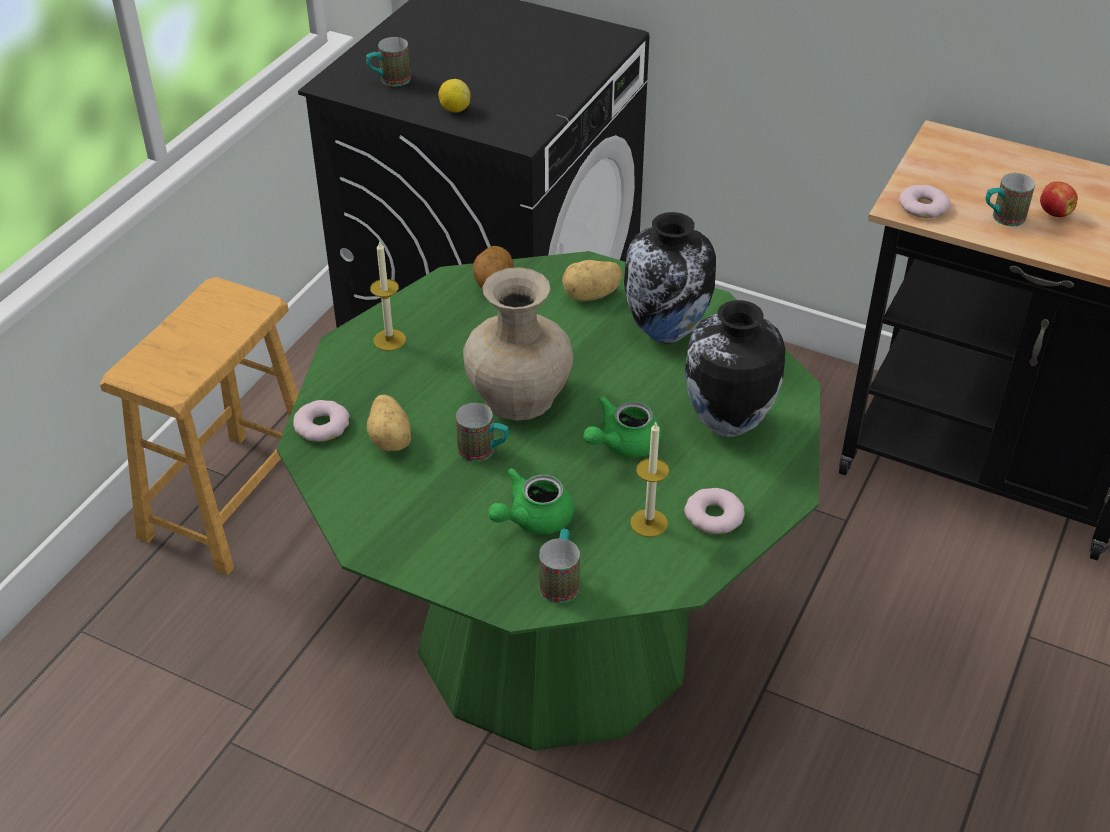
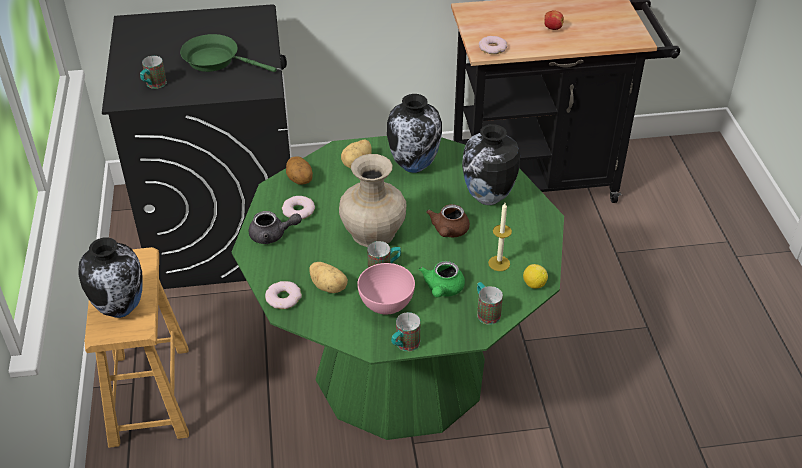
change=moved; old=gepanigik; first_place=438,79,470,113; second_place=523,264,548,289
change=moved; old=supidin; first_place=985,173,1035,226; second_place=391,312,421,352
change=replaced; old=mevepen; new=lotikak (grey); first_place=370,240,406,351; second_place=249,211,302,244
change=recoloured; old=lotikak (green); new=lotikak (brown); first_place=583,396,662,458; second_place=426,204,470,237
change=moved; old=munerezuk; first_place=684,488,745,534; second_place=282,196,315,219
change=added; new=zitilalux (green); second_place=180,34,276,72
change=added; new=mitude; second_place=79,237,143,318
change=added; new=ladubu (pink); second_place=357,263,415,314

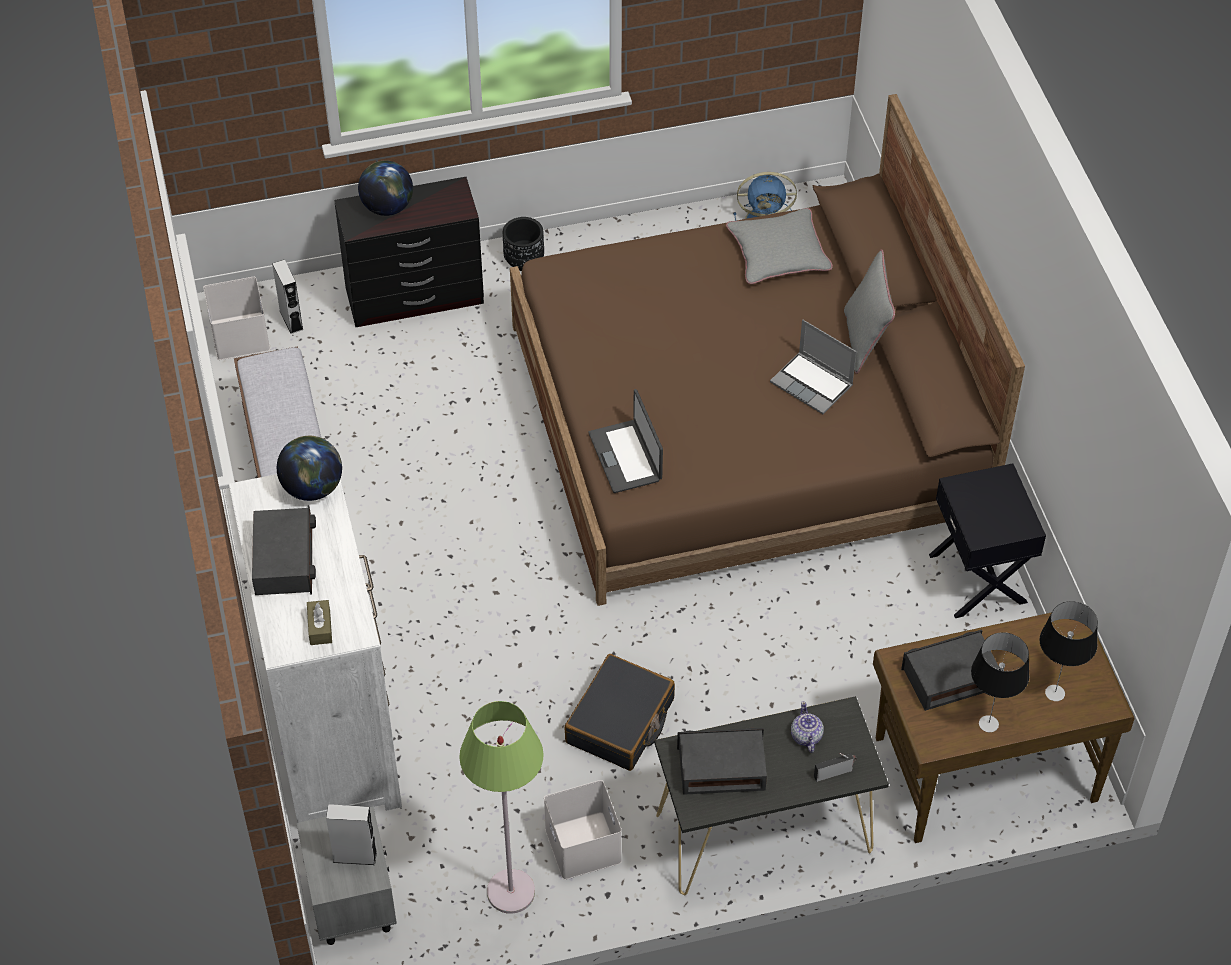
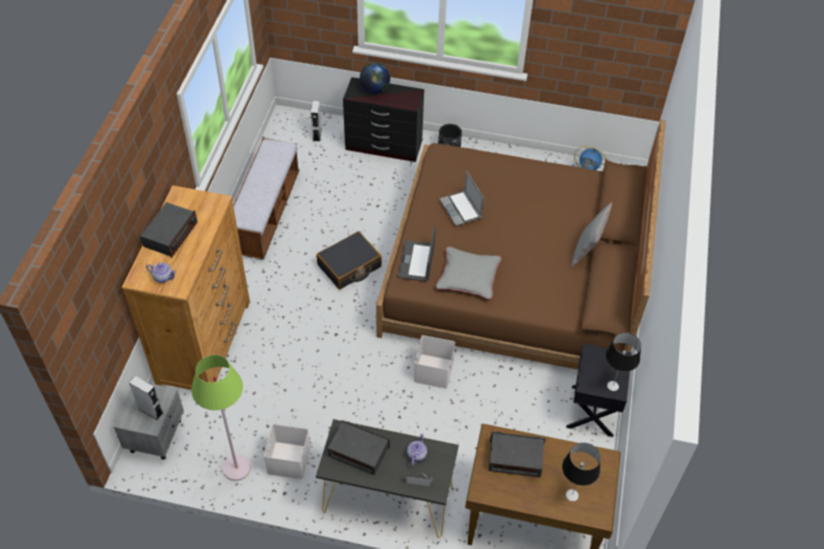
change=moved; old=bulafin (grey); first_place=726,208,833,284; second_place=436,247,501,299
change=moved; old=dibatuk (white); first_place=203,277,270,360; second_place=414,335,455,389
change=moved; old=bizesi; first_place=770,320,857,414; second_place=439,171,484,226
change=removed; old=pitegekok; first_place=277,436,342,501
change=recoloured; old=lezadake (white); new=lezadake (brown); first_place=229,474,402,823; second_place=122,185,250,390
change=replaced; old=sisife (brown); new=lotikak; first_place=307,600,332,645; second_place=146,263,176,283
change=moved; old=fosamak; first_place=971,632,1029,732; second_place=606,333,641,391
change=moved; old=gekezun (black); first_place=564,654,675,771; second_place=316,231,382,289

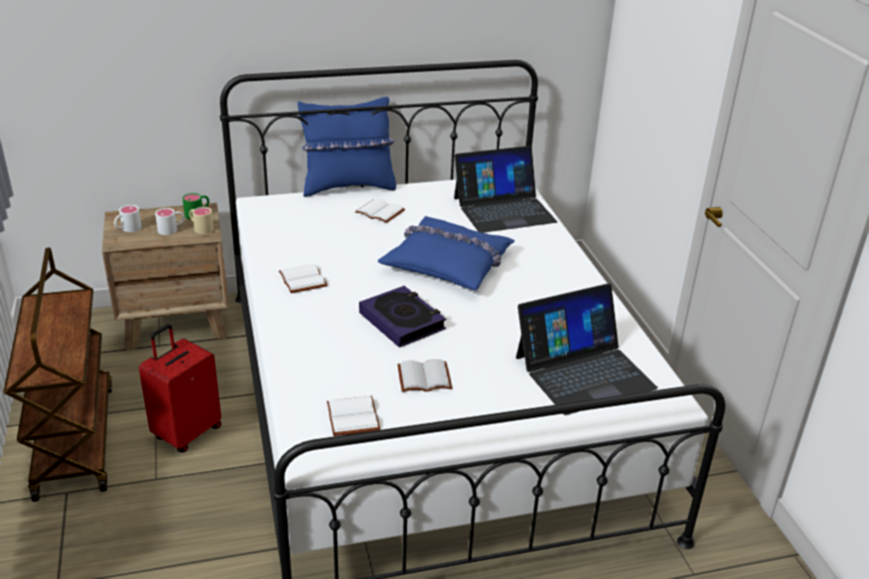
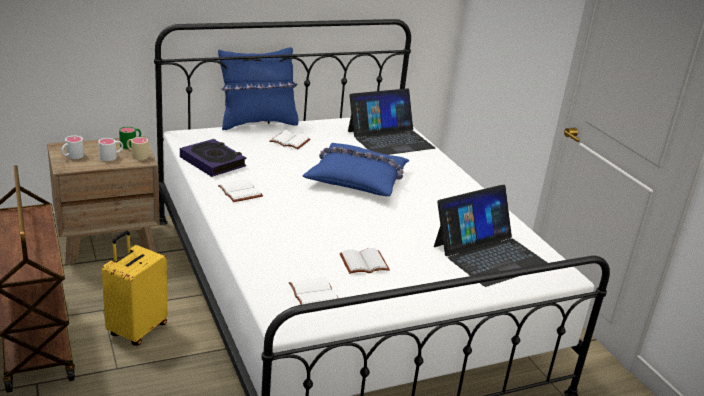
change=moved; old=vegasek; first_place=359,286,446,348; second_place=180,139,247,177
change=recoloured; old=gekezun (red); new=gekezun (yellow); first_place=139,324,221,453; second_place=102,231,168,346

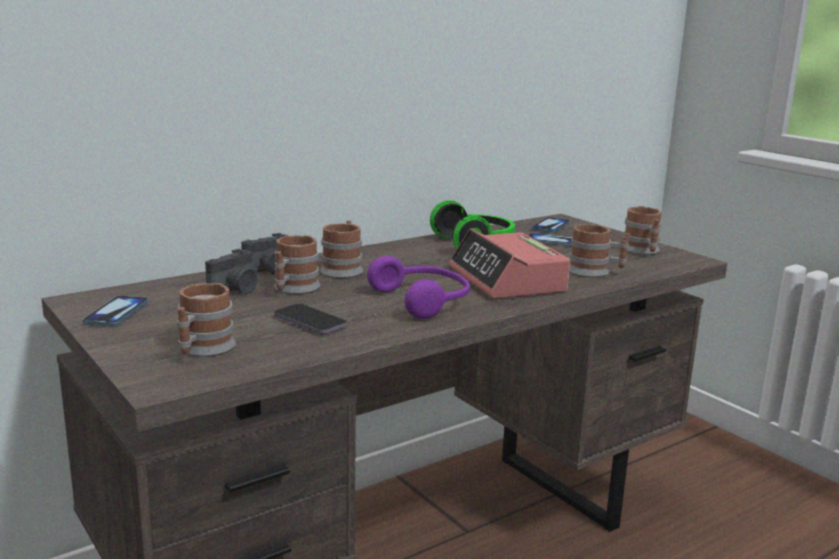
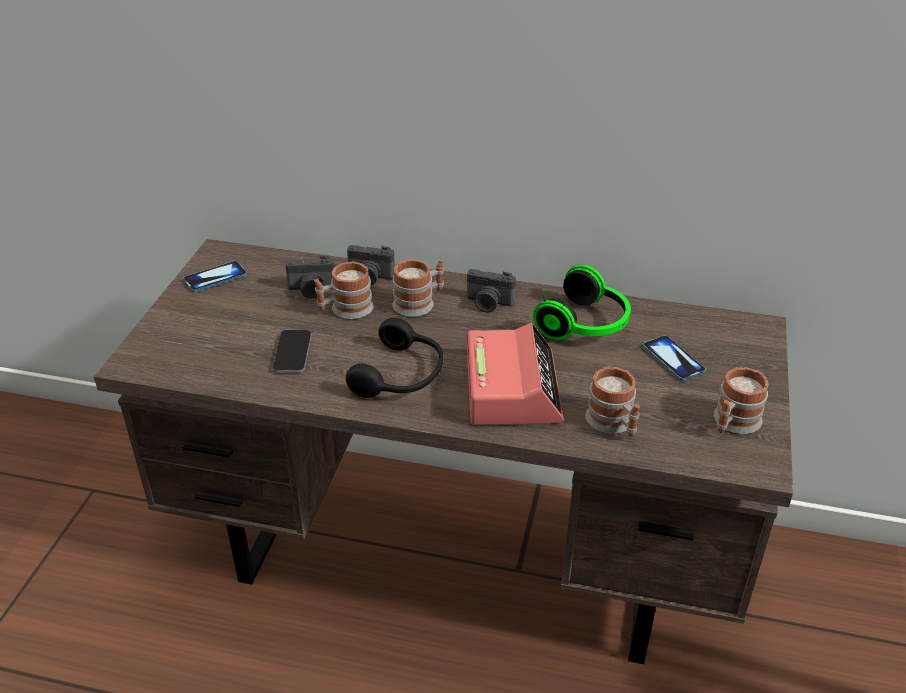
change=removed; old=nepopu; first_place=531,217,570,233
change=turned; old=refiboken; first_place=449,229,570,299; second_place=467,323,564,425; degrees=150
change=recoloured; old=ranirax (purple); new=ranirax (black); first_place=367,256,470,319; second_place=346,318,443,398
change=removed; old=supidin; first_place=177,283,236,357
change=added; new=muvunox; second_place=467,269,516,312

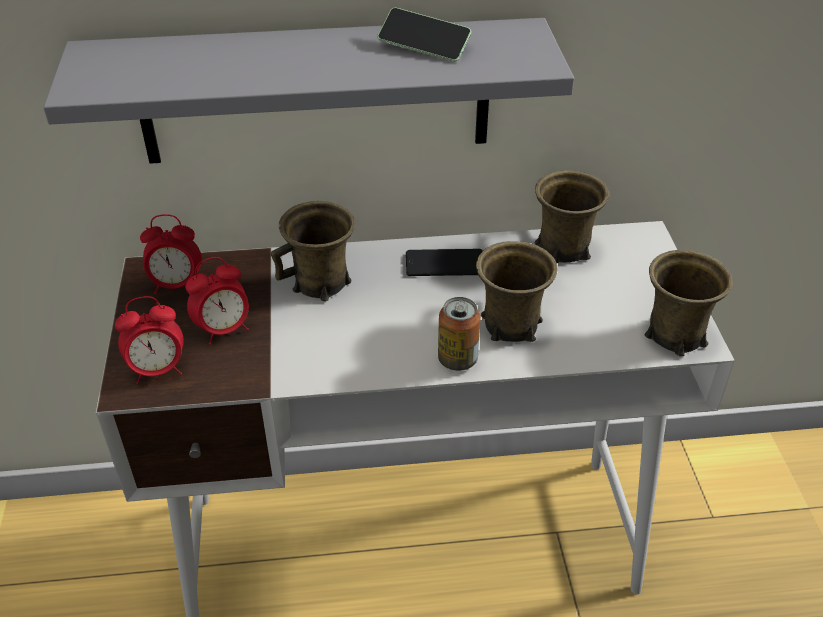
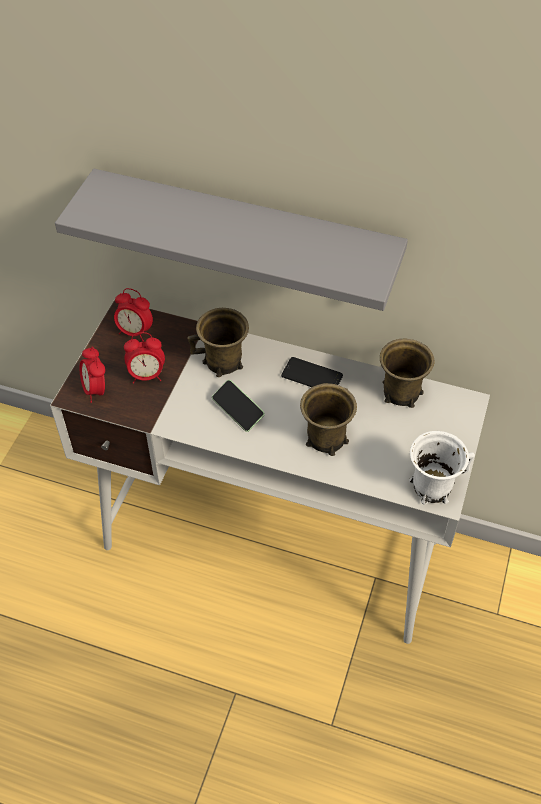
change=moved; old=nepopu; first_place=377,8,471,62; second_place=212,380,265,432
change=recoloured; old=supidin (brown); new=supidin (white); first_place=644,250,733,356; second_place=409,431,475,505
change=turned; old=refiboken; first_place=115,296,184,385; second_place=79,347,105,403; degrees=60
change=removed; old=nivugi; first_place=438,297,481,371

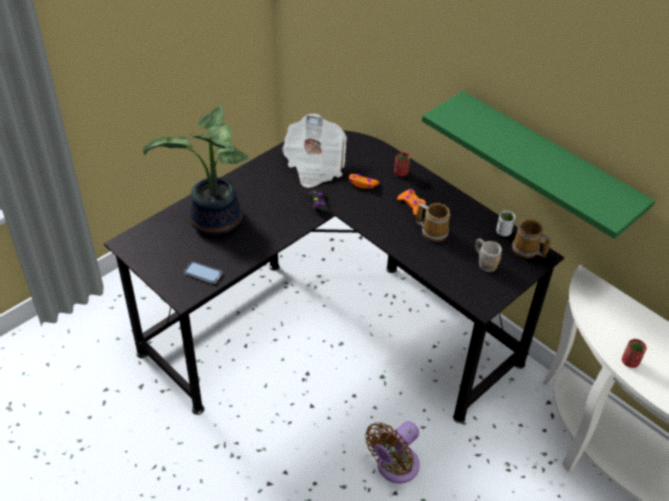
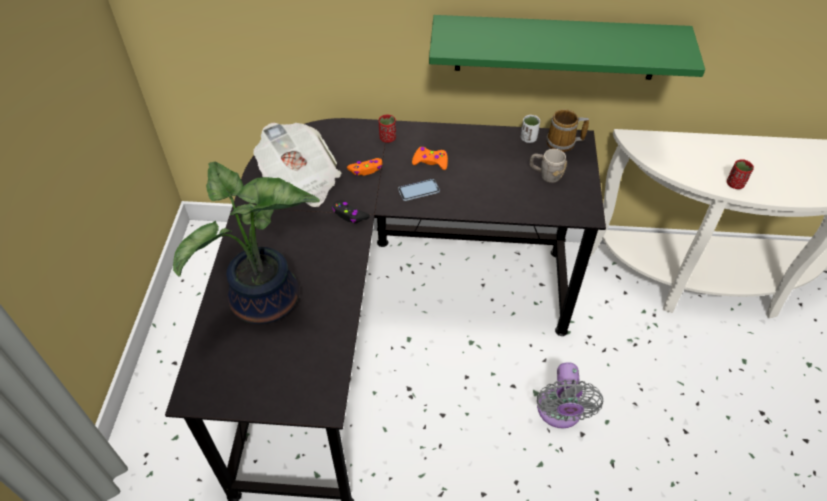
change=removed; old=supidin; first_place=417,203,450,242
change=moved; old=nepopu; first_place=184,261,222,284; second_place=398,179,440,201
change=recoloured; old=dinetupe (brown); new=dinetupe (grey); first_place=365,421,420,483; second_place=537,362,603,429

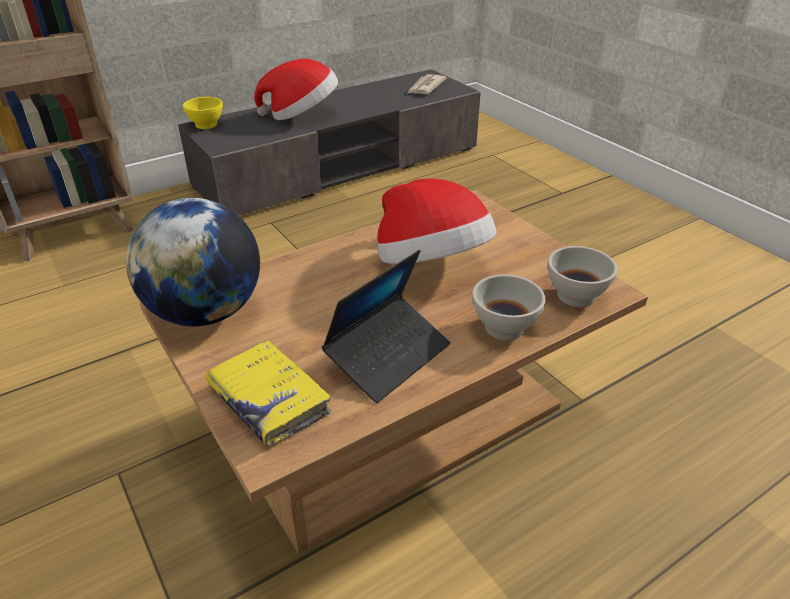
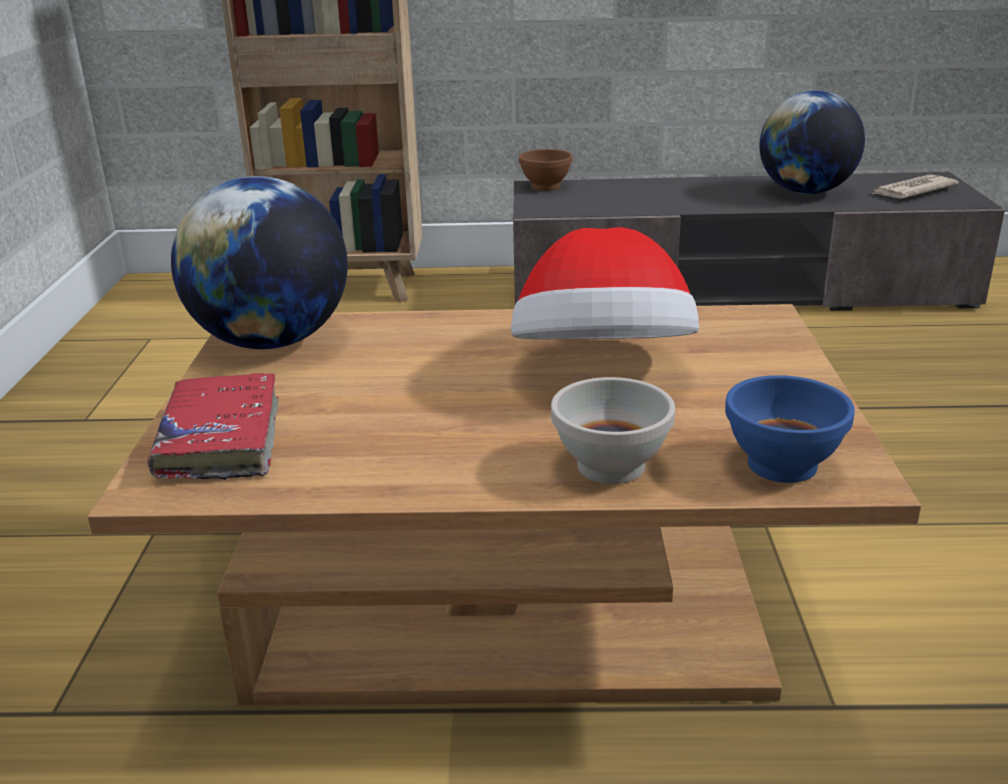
change=removed; old=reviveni; first_place=254,59,338,120
change=recoloured; old=ladubu (yellow); new=ladubu (brown); first_place=183,97,223,129; second_place=519,149,573,191
change=recoloured; old=ladubu (white); new=ladubu (blue); first_place=547,246,617,307; second_place=725,375,855,483
change=removed; old=bizesi; first_place=322,250,450,403
change=recoloured; old=vegasek (yellow); new=vegasek (red); first_place=206,340,331,446; second_place=148,373,278,480
change=added; new=pitegekok; second_place=760,90,865,194

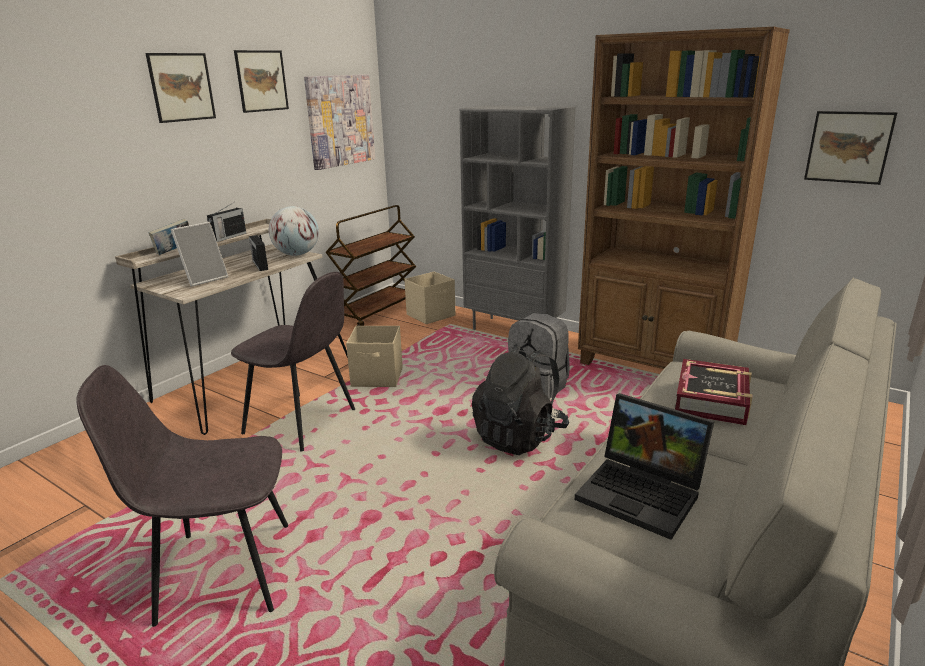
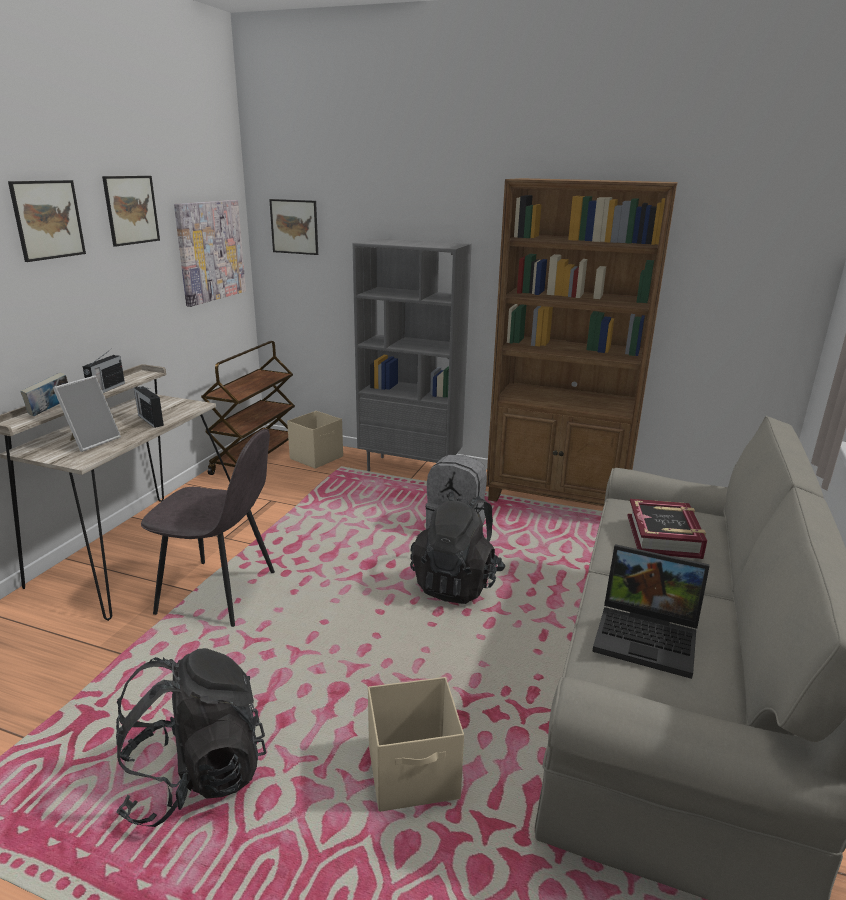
change=moved; old=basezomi; first_place=804,111,897,185; second_place=269,199,318,255
change=removed; old=pitegekok; first_place=269,206,319,256
change=moved; old=dibatuk (beige); first_place=346,326,403,387; second_place=368,677,464,812
change=replaced; old=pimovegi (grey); new=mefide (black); first_place=76,365,288,627; second_place=116,648,266,827

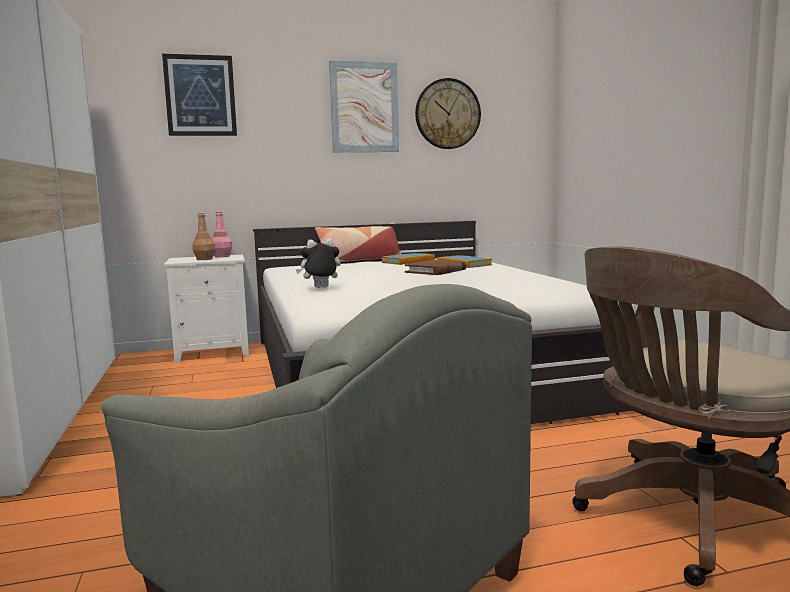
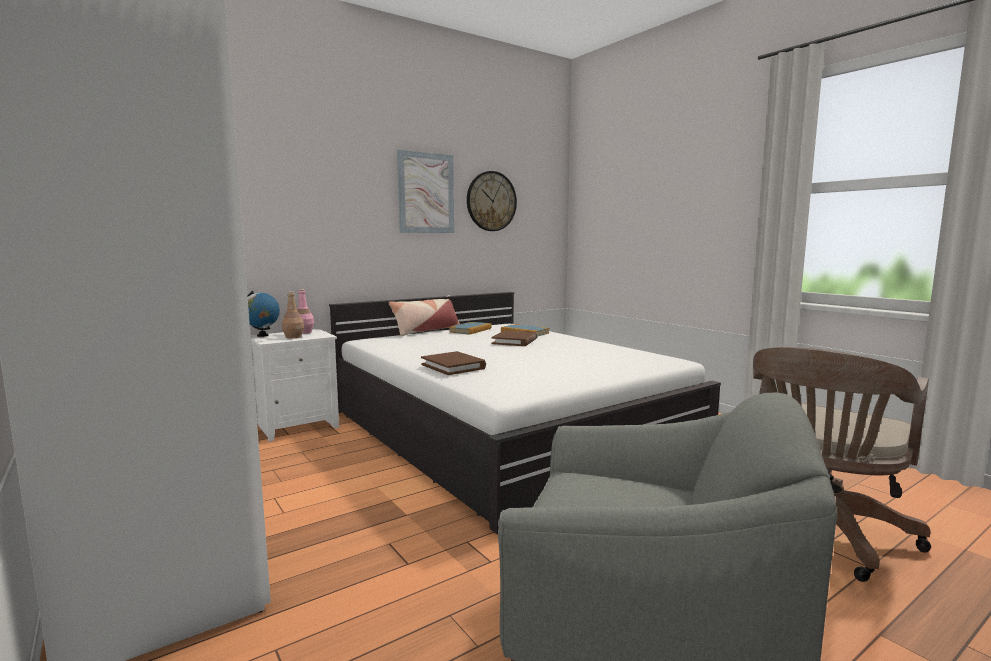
change=removed; old=basezomi; first_place=162,54,237,136
change=replaced; old=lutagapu; new=vegasek (brown); first_place=296,238,341,288; second_place=421,351,486,375
change=added; new=pitegekok; second_place=247,291,280,337

